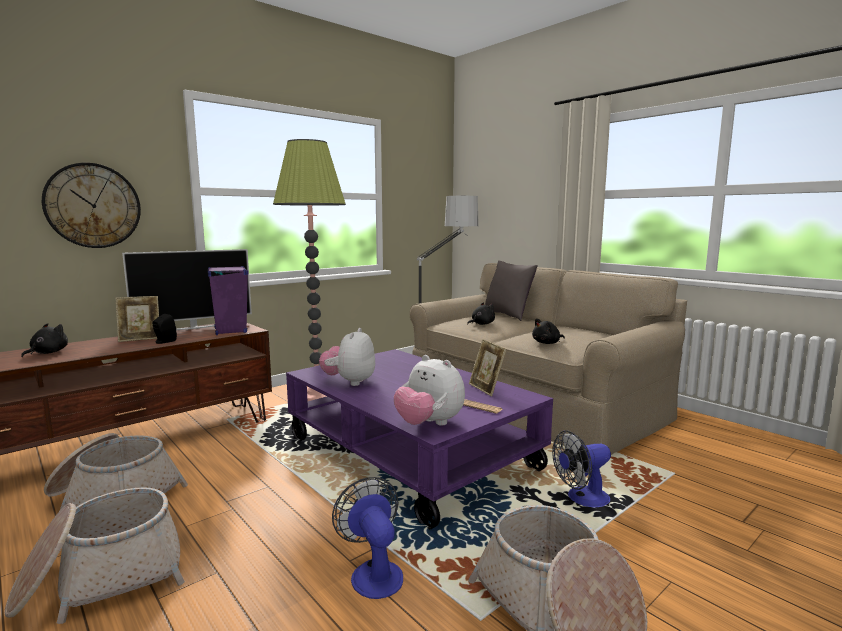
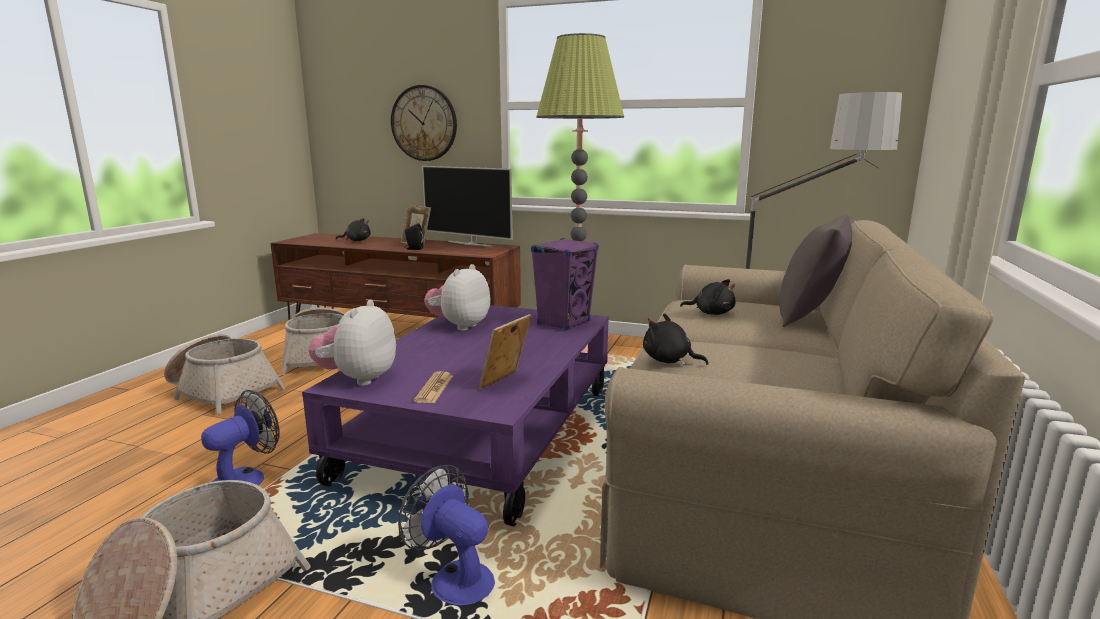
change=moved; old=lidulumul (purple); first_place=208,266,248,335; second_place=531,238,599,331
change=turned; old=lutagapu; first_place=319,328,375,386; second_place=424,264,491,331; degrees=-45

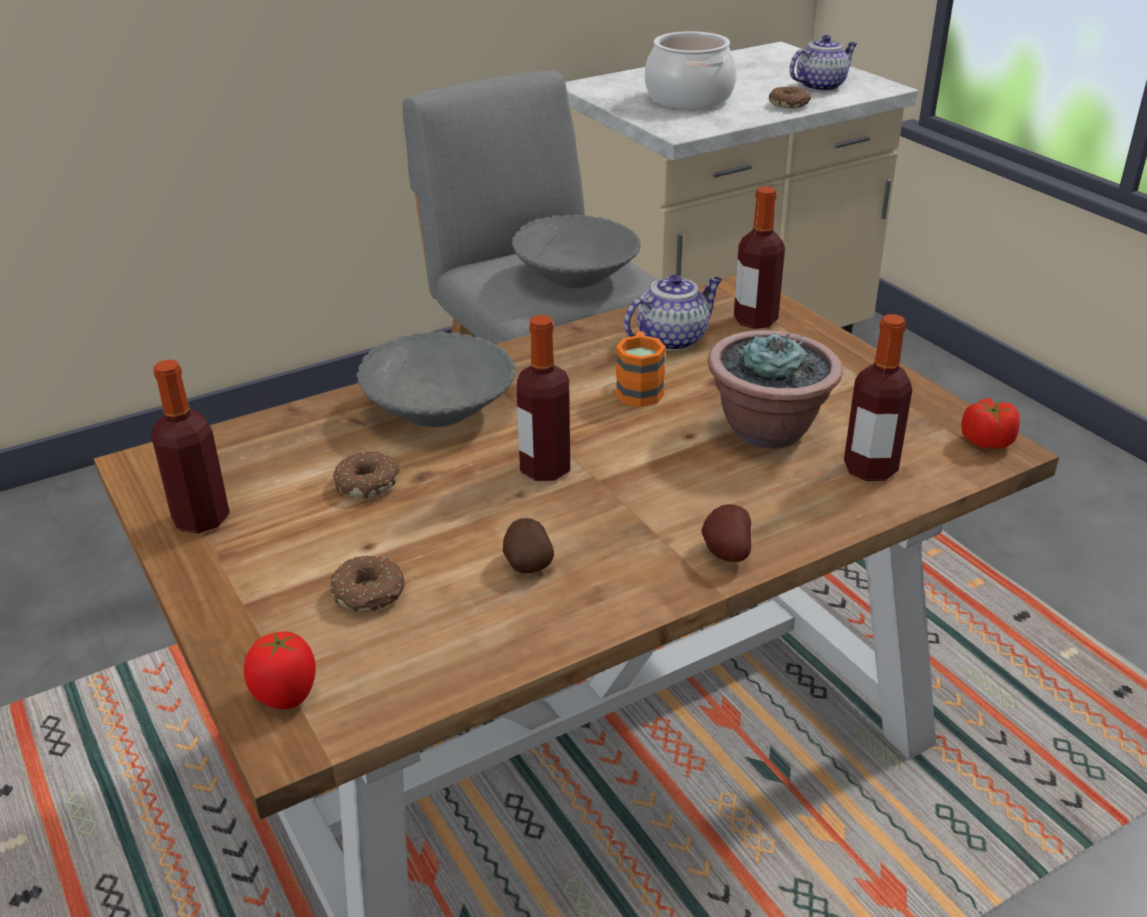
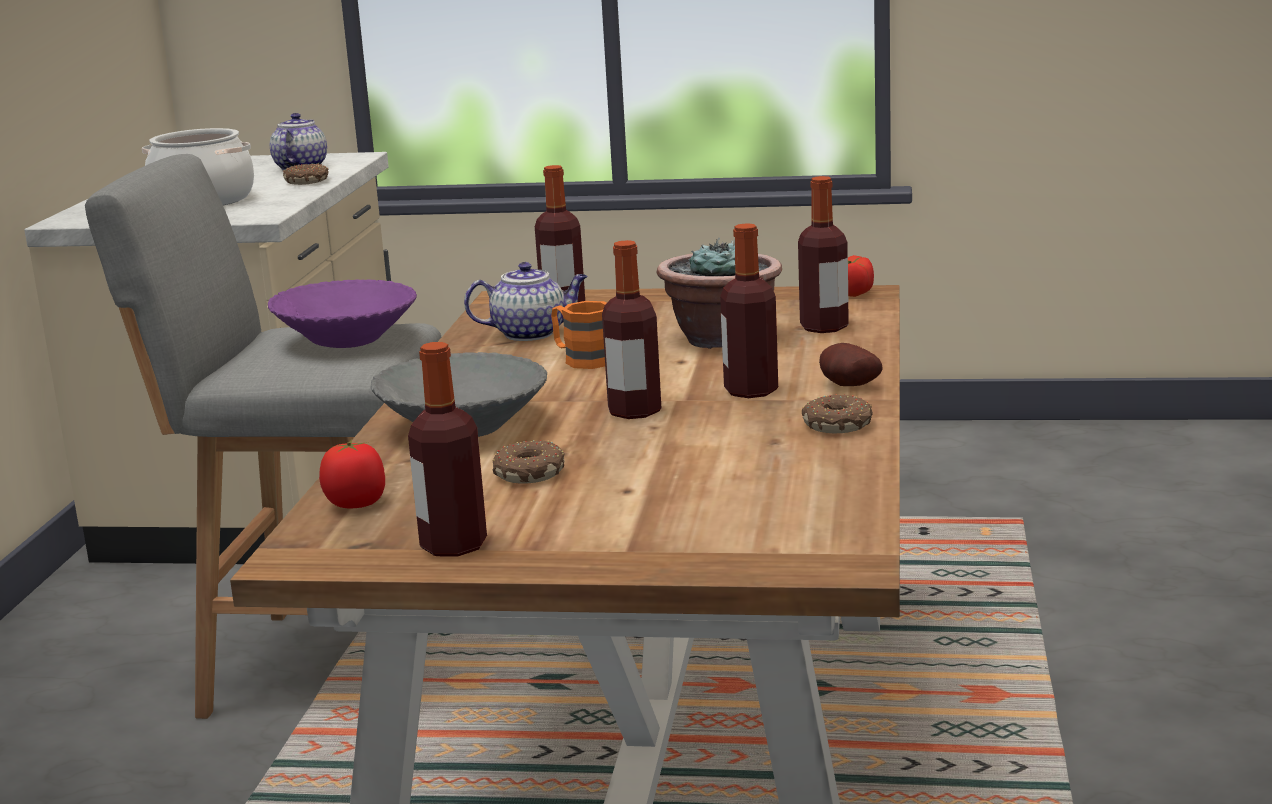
change=recoloured; old=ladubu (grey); new=ladubu (purple); first_place=512,215,641,288; second_place=268,280,417,348
change=turned; old=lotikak; first_place=624,274,722,351; second_place=464,262,588,341; degrees=75
change=removed; old=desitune; first_place=503,518,554,573
change=moved; old=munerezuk; first_place=330,555,405,612; second_place=802,395,873,433
change=moved; old=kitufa; first_place=244,632,316,709; second_place=319,440,385,508
change=added; new=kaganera; second_place=720,223,778,398

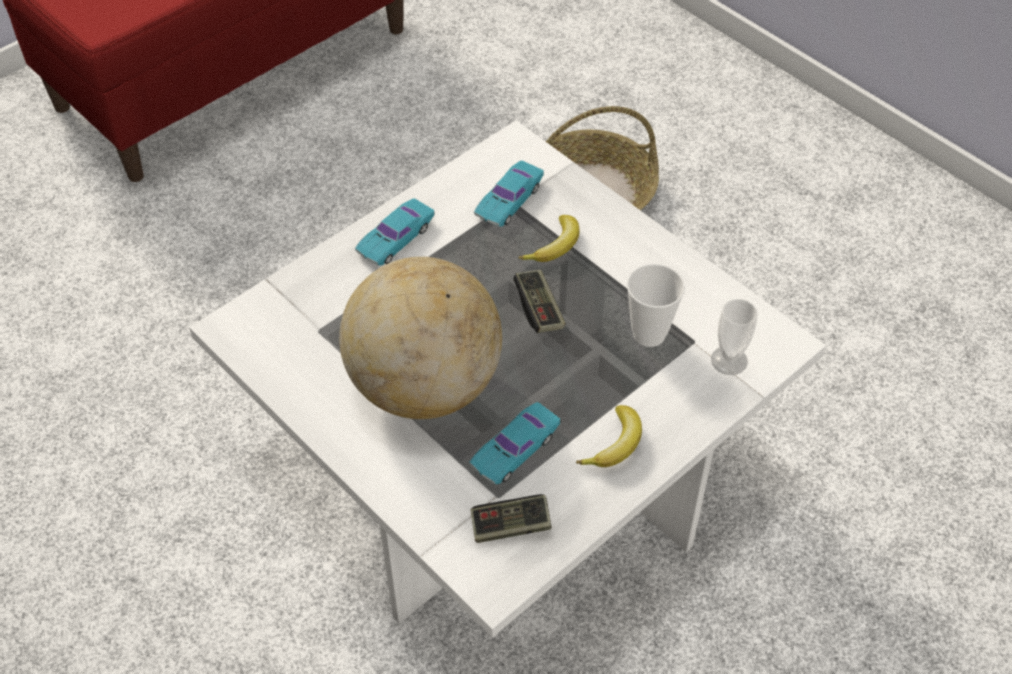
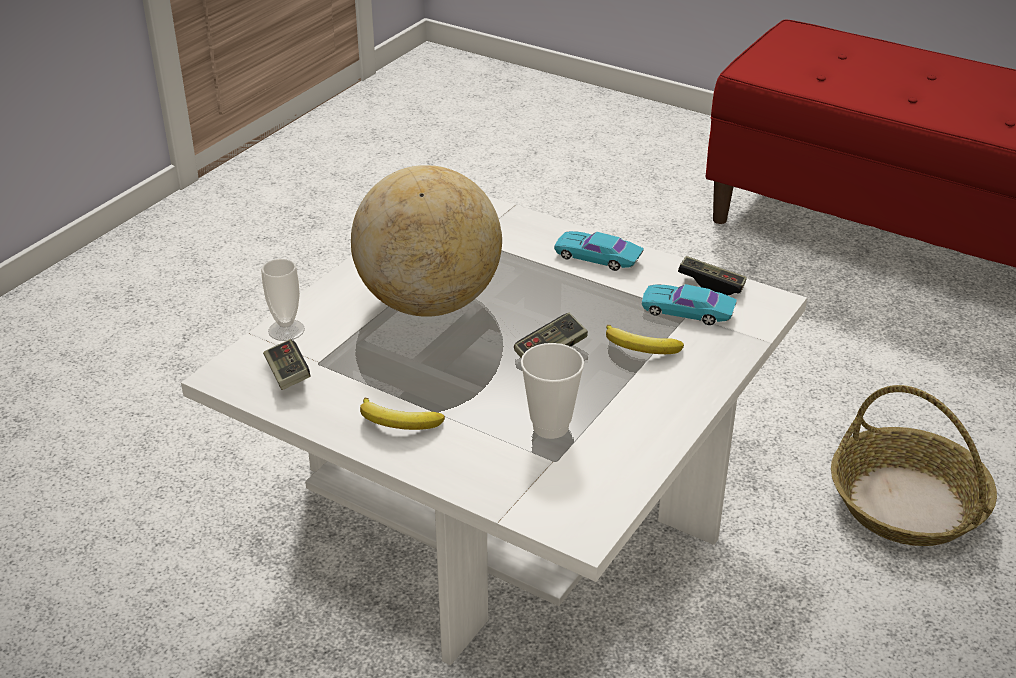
change=moved; old=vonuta; first_place=711,299,758,375; second_place=261,259,305,341
change=removed; old=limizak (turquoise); first_place=469,402,560,484
change=added; new=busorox; second_place=678,256,747,296

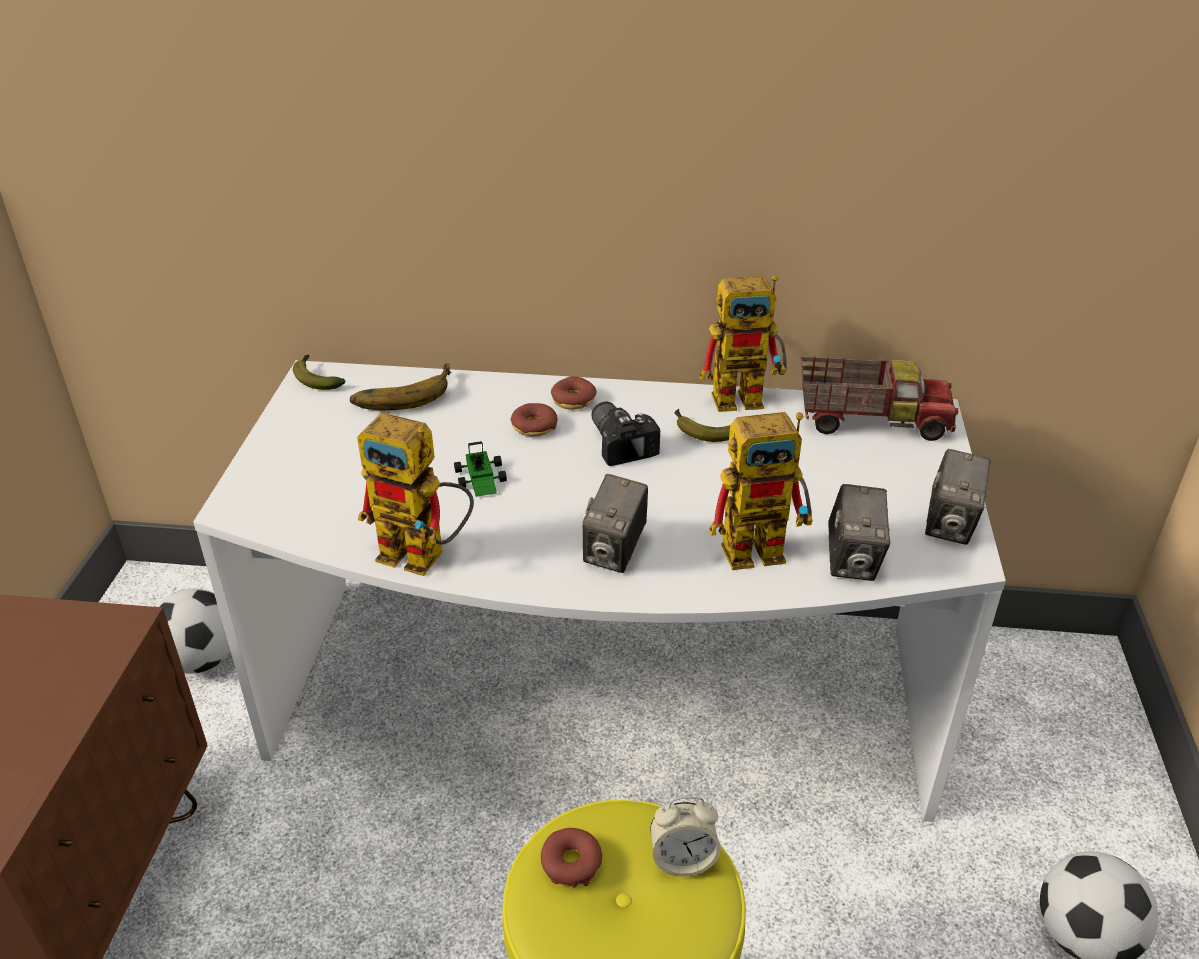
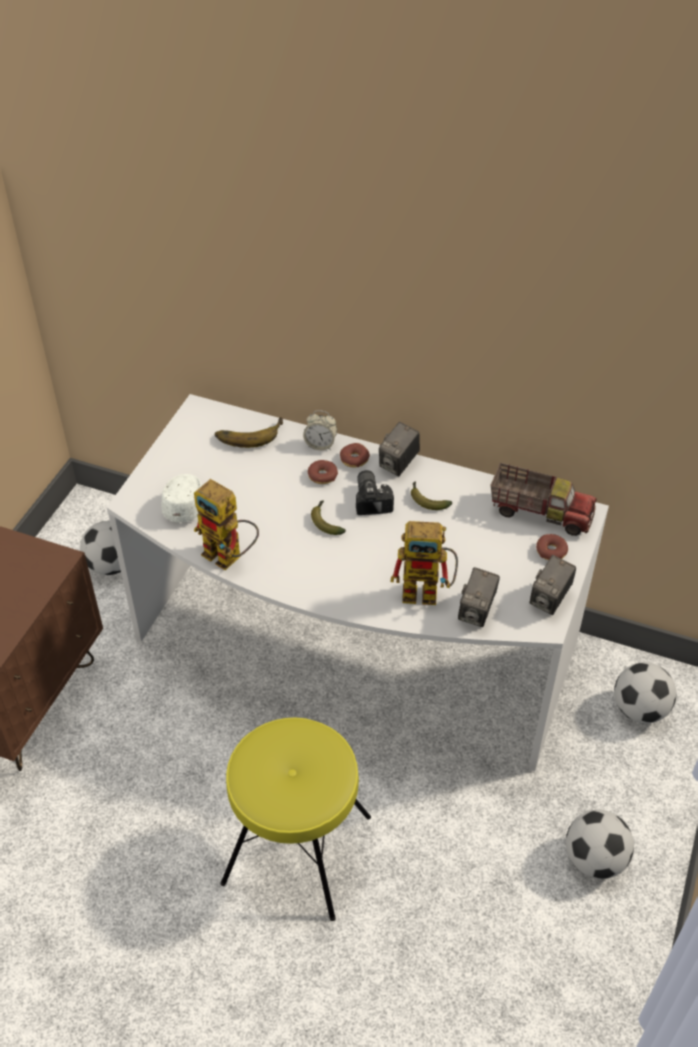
change=removed; old=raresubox; first_place=700,274,787,412
change=moved; old=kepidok; first_place=293,354,345,390; second_place=311,500,346,535
change=removed; old=limizak; first_place=454,441,507,497
change=moved; old=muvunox; first_place=582,474,648,573; second_place=379,422,420,476
change=moved; old=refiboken; first_place=650,796,721,877; second_place=303,410,337,450
change=moved; old=munerezuk; first_place=541,828,602,888; second_place=536,534,568,560
change=added; new=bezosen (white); second_place=162,474,203,523
change=added; new=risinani; second_place=614,662,677,723

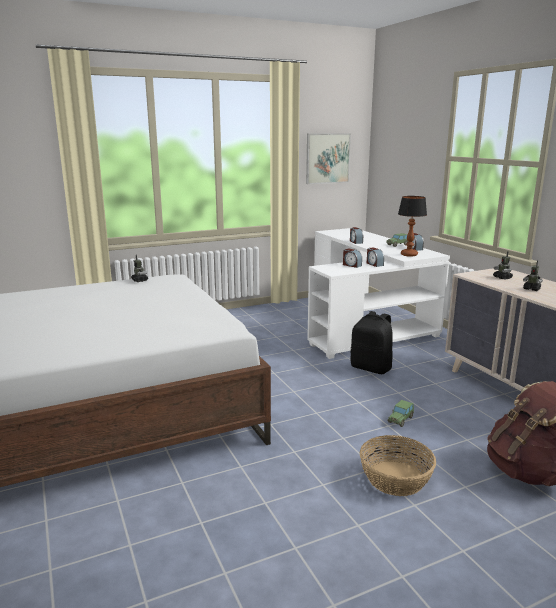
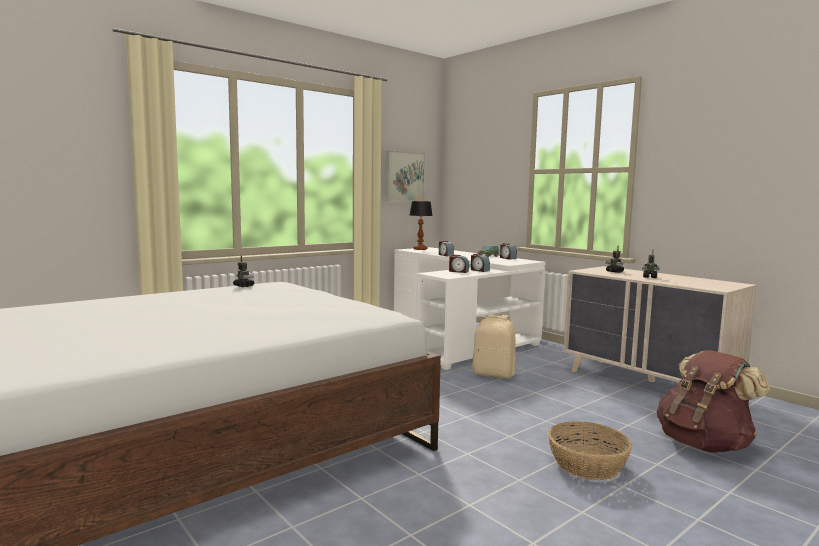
change=moved; old=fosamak; first_place=398,196,427,257; second_place=410,201,433,250
change=recoloured; old=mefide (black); new=mefide (beige); first_place=350,311,393,374; second_place=472,314,516,379
change=removed; old=limizak; first_place=387,400,414,427

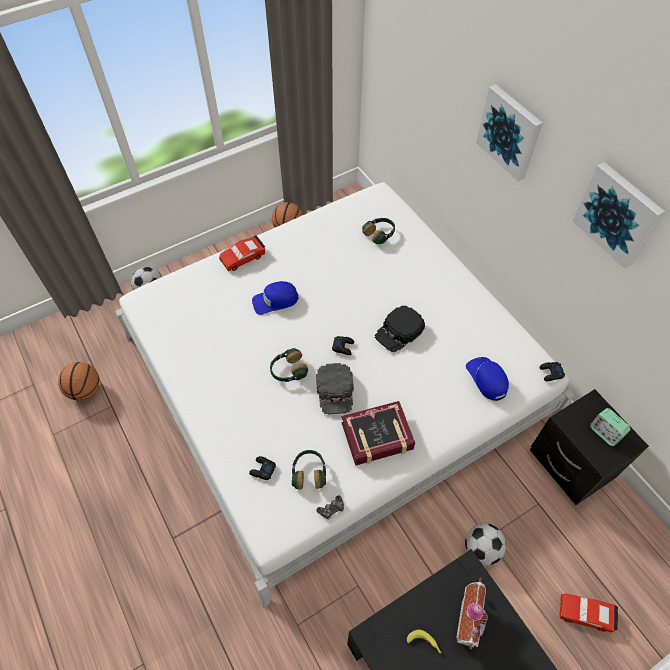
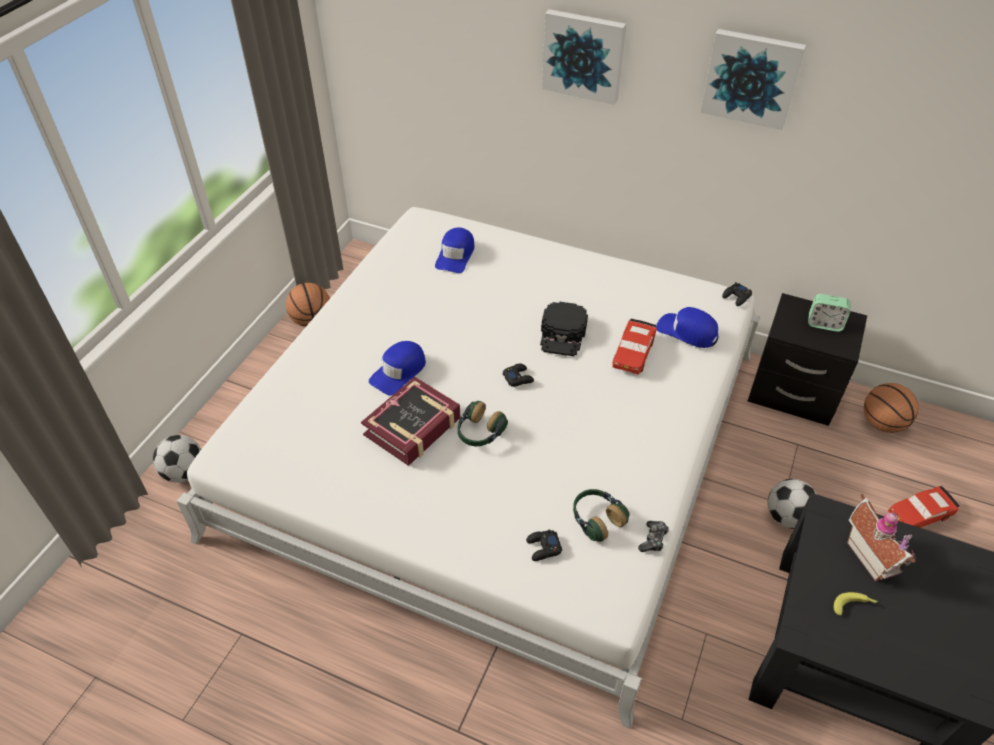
change=replaced; old=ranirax; new=bezosen (blue); first_place=362,218,395,244; second_place=435,228,475,273
change=moved; old=limizak (red); first_place=219,235,265,271; second_place=613,318,657,375
change=moved; old=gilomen; first_place=58,362,99,400; second_place=864,383,919,433
change=removed; old=bezosen (black); first_place=316,363,354,414
change=moved; old=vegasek; first_place=341,401,415,466; second_place=361,377,461,466

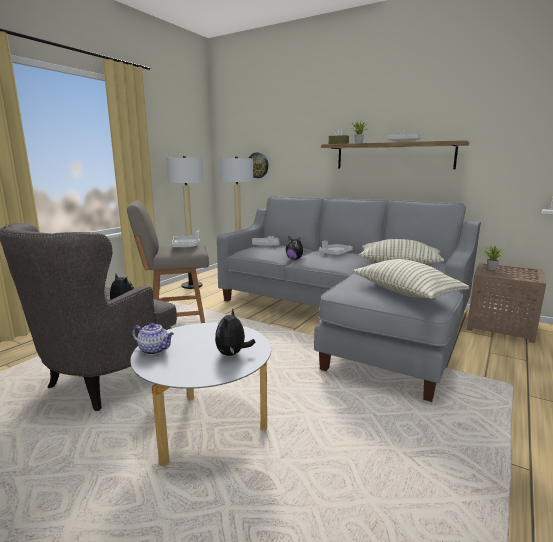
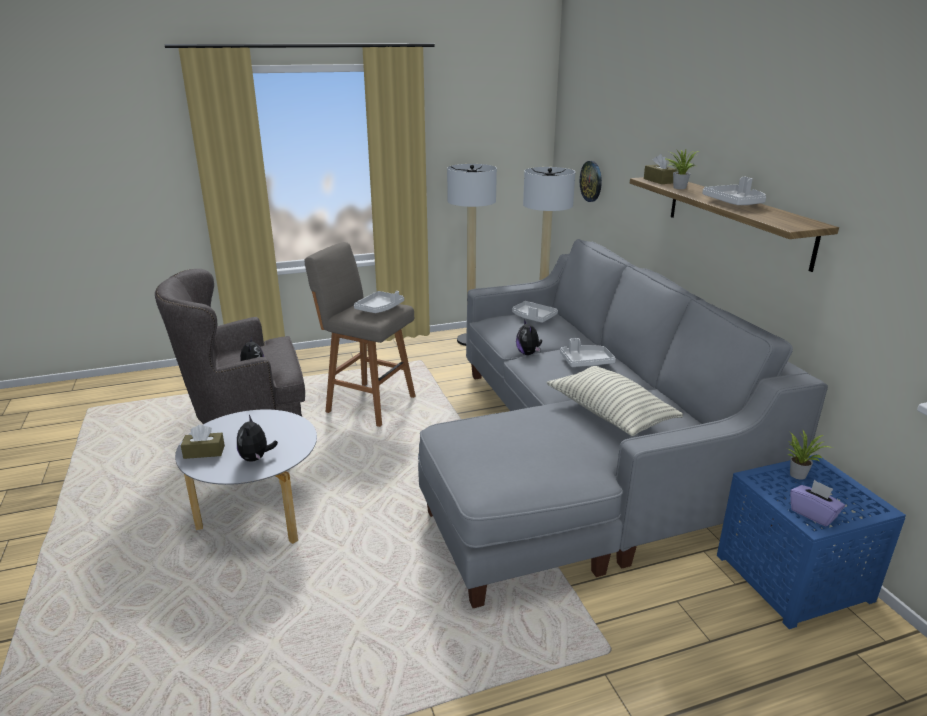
change=removed; old=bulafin; first_place=352,259,469,299
change=recoloured; old=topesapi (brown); new=topesapi (blue); first_place=467,262,546,343; second_place=717,454,906,629
change=turned; old=lutagapu; first_place=215,308,255,356; second_place=237,415,278,462; degrees=-60
change=removed; old=lotikak; first_place=132,323,174,355
change=added; new=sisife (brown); second_place=181,425,225,459
change=added; new=sisife (purple); second_place=790,480,845,527

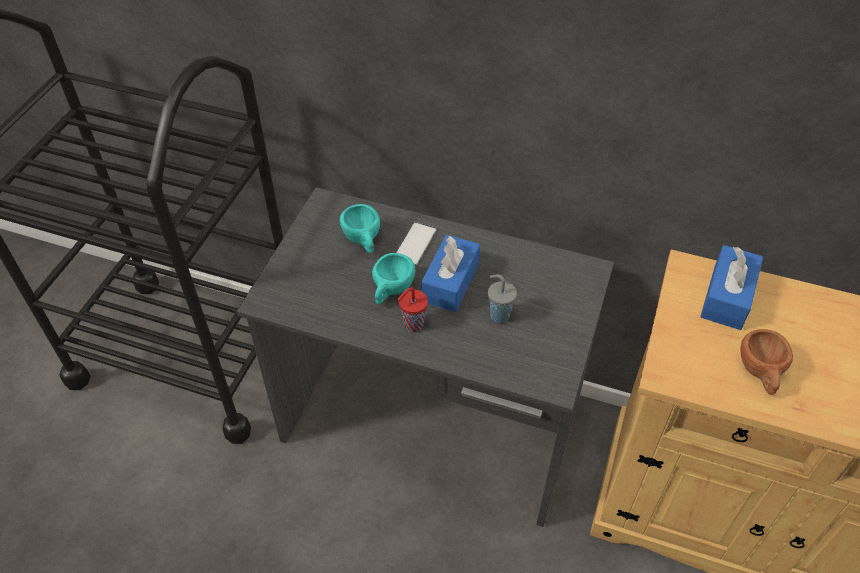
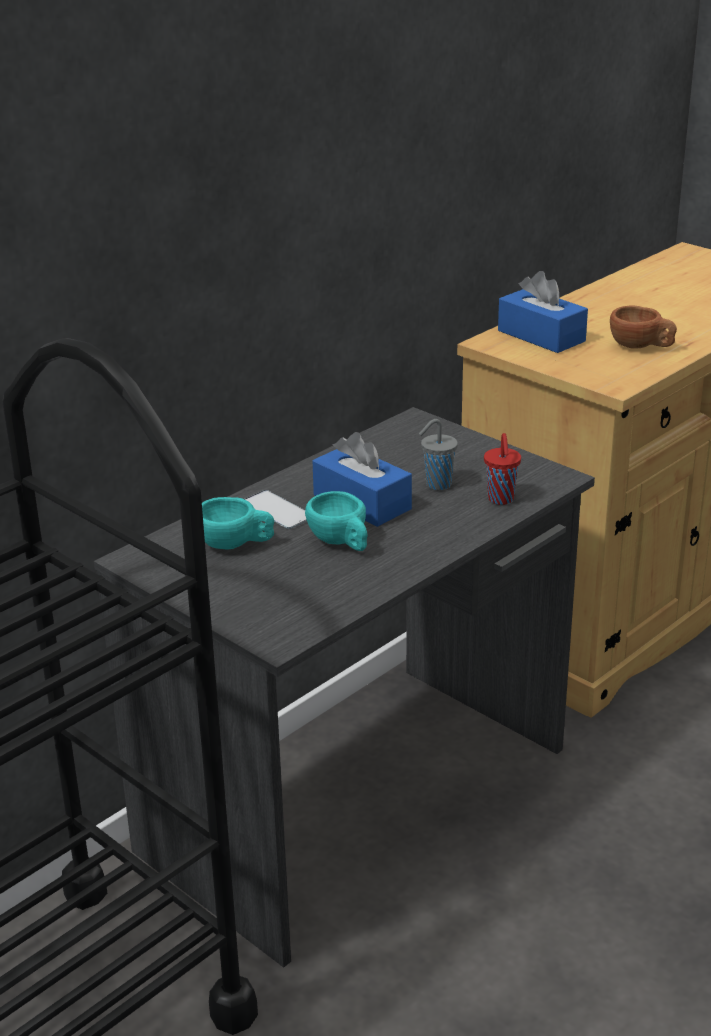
change=moved; old=vonuta (red); first_place=397,287,428,332; second_place=484,433,521,505

